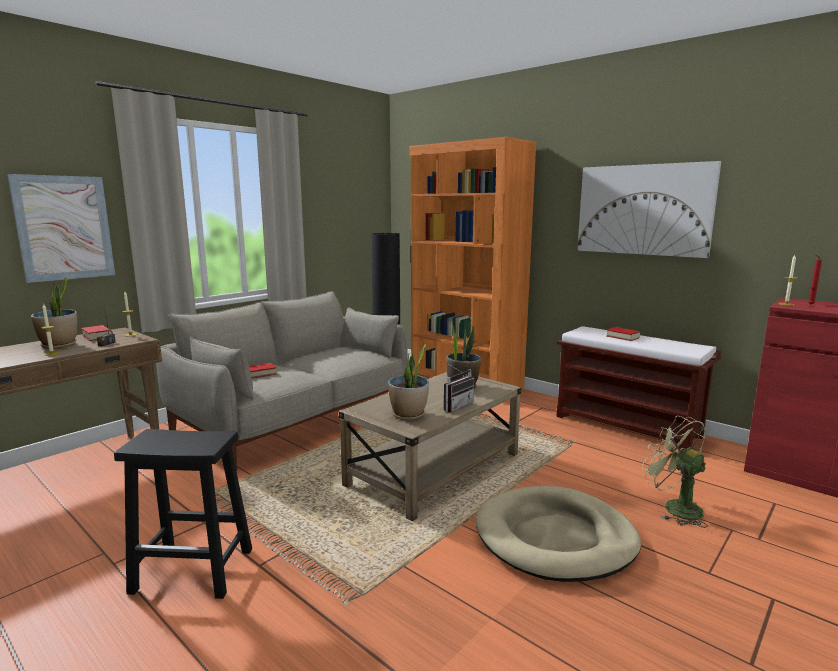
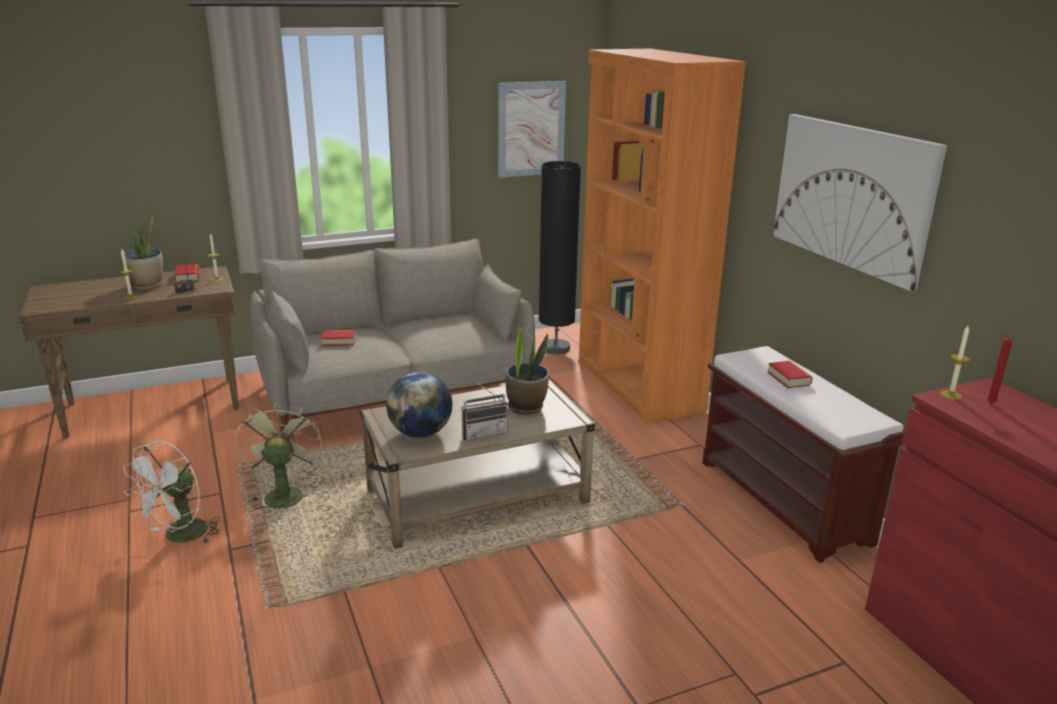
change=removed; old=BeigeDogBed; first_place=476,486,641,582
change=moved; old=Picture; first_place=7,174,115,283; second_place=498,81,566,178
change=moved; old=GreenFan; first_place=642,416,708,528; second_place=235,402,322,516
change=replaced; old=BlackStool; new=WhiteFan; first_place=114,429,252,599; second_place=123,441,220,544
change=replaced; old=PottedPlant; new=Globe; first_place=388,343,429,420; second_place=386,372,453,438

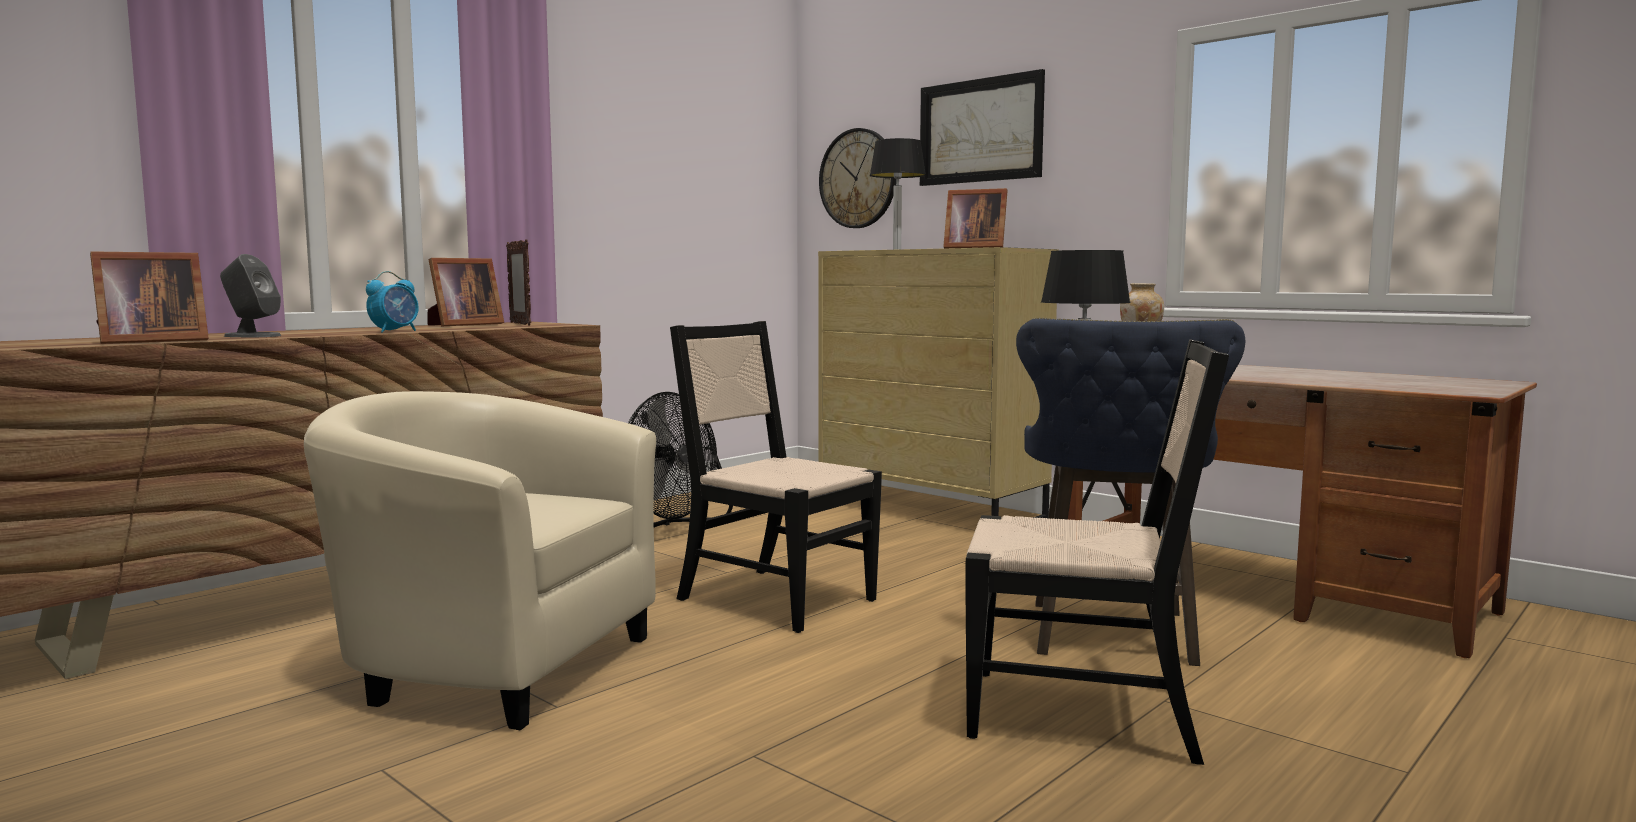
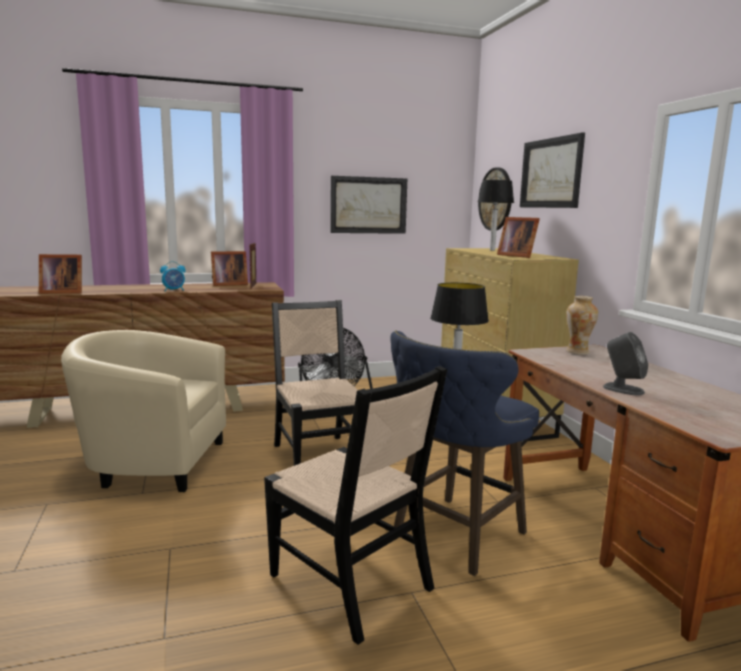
change=added; new=Picture; second_place=330,176,407,234
change=moved; old=GreySpeaker; first_place=220,254,281,337; second_place=603,332,648,396
change=turned; old=BeigeArmchair; first_place=304,391,656,731; second_place=61,330,226,492; degrees=-45

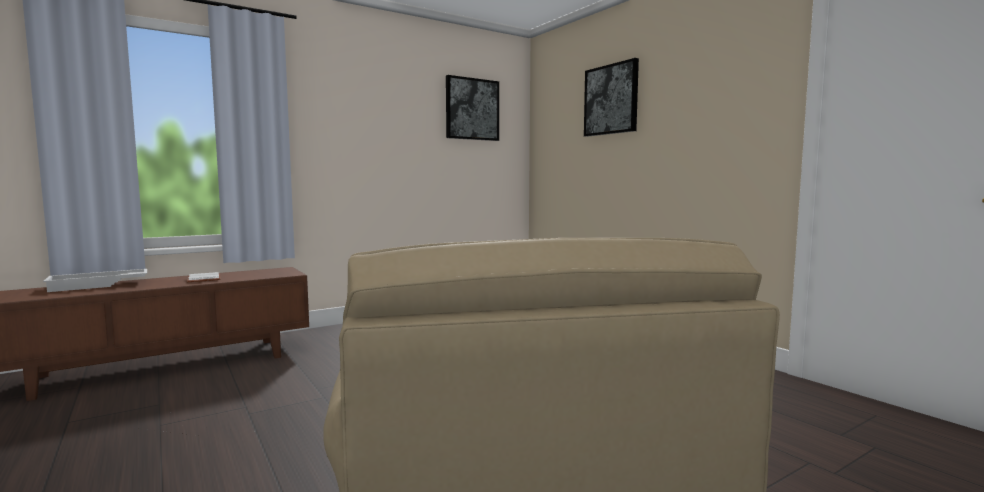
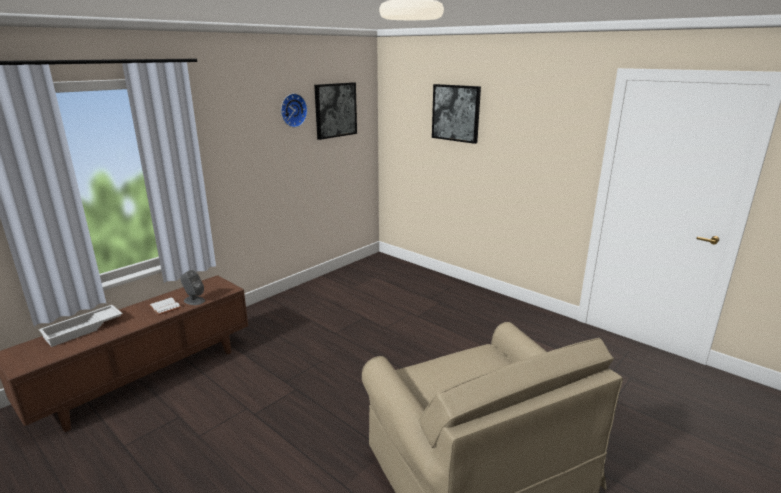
change=added; new=GreySpeaker; second_place=180,270,205,305
change=added; new=WallClock; second_place=281,93,308,127

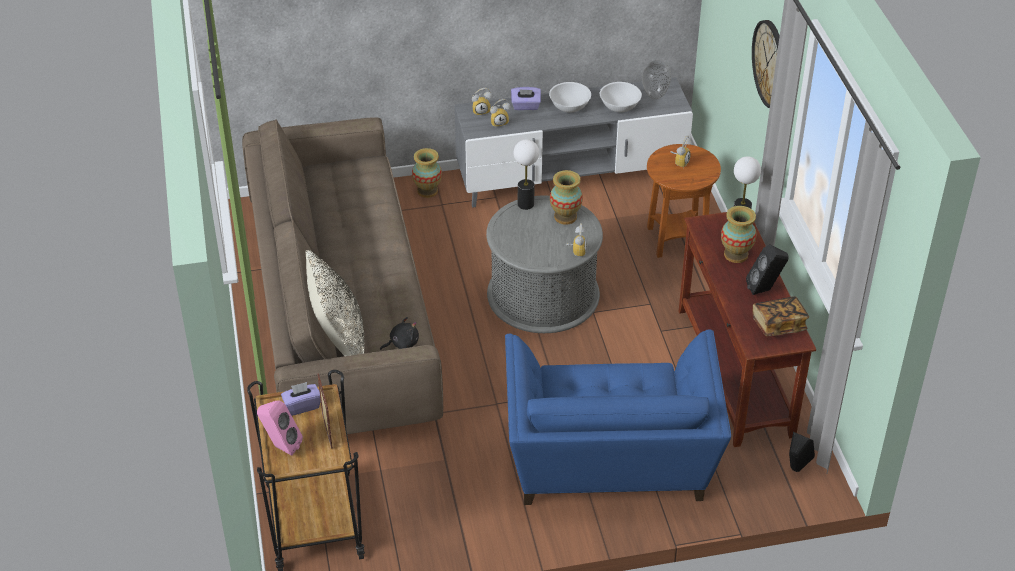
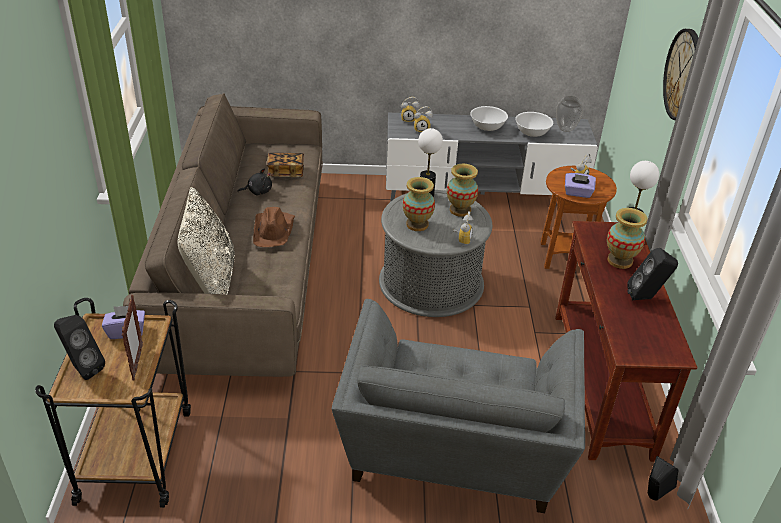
change=added; new=BrownHat; second_place=253,207,295,247
change=moved; old=BlackPlushToy; first_place=380,317,419,350; second_place=237,168,272,195
change=moved; old=Vase; first_place=412,148,442,198; second_place=403,177,435,231
change=moved; old=PurpleTissueBox; first_place=511,87,541,110; second_place=565,173,596,198
change=moved; old=Book; first_place=752,296,809,336; second_place=267,153,304,177
change=recoloured; old=PinkSpeaker; new=BlackSpeaker; first_place=257,400,303,456; second_place=54,315,105,380
change=recoloured; old=BlueArmchair; new=GreyArmchair; first_place=505,329,731,505; second_place=332,299,585,513

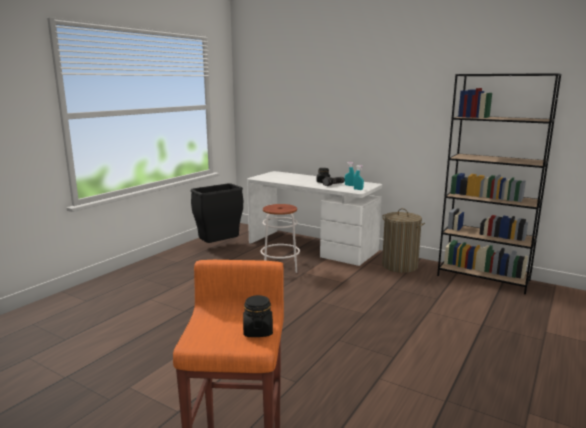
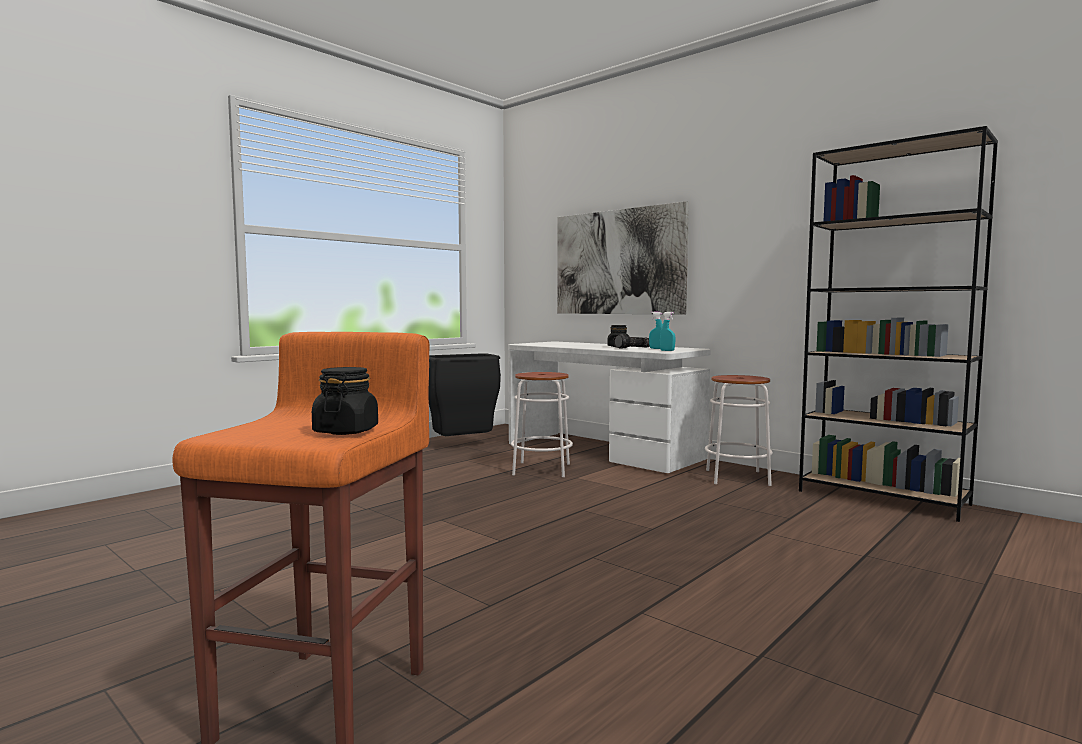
change=added; new=Picture; second_place=557,201,689,315
change=replaced; old=LaundryBasket; new=WhiteStool; first_place=382,208,425,273; second_place=705,375,773,486

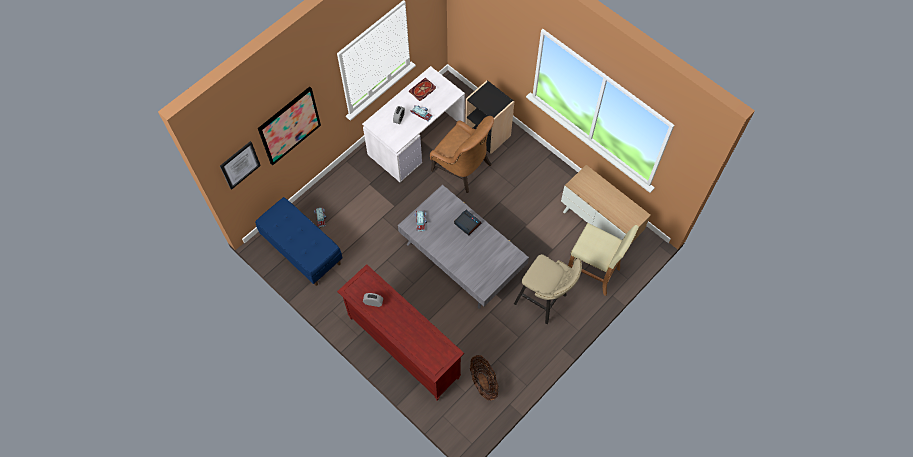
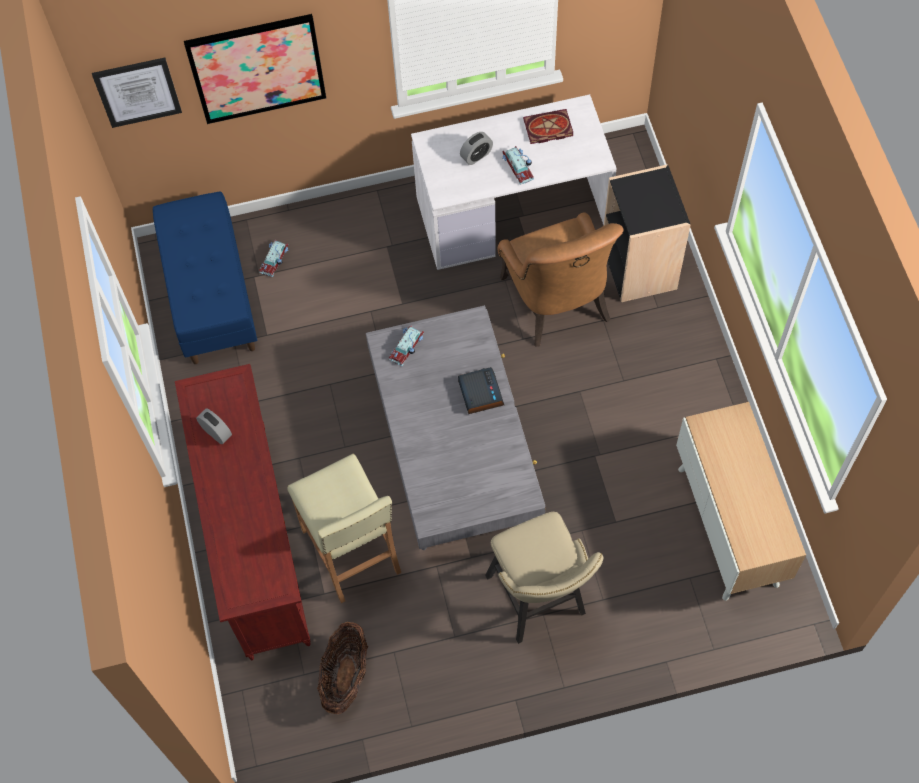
change=moved; old=BeigeStool; first_place=568,223,639,296; second_place=287,454,401,603

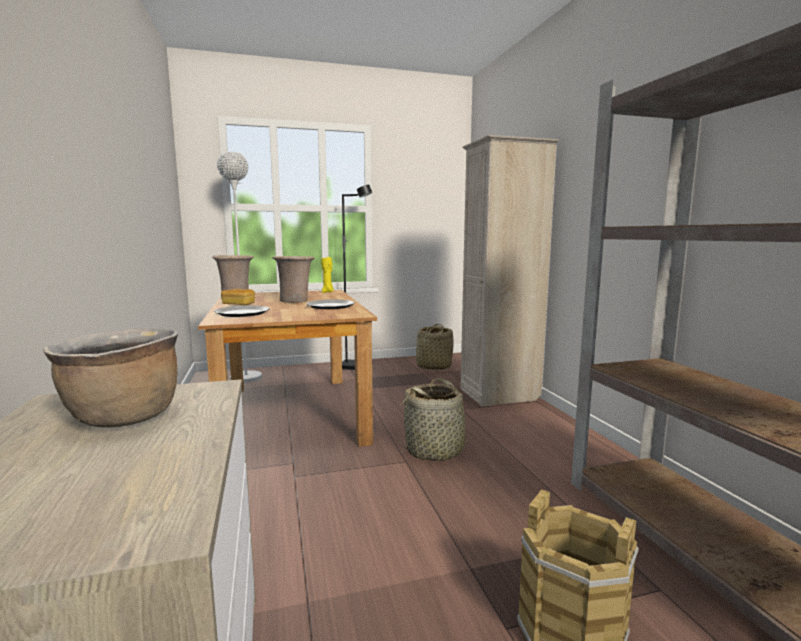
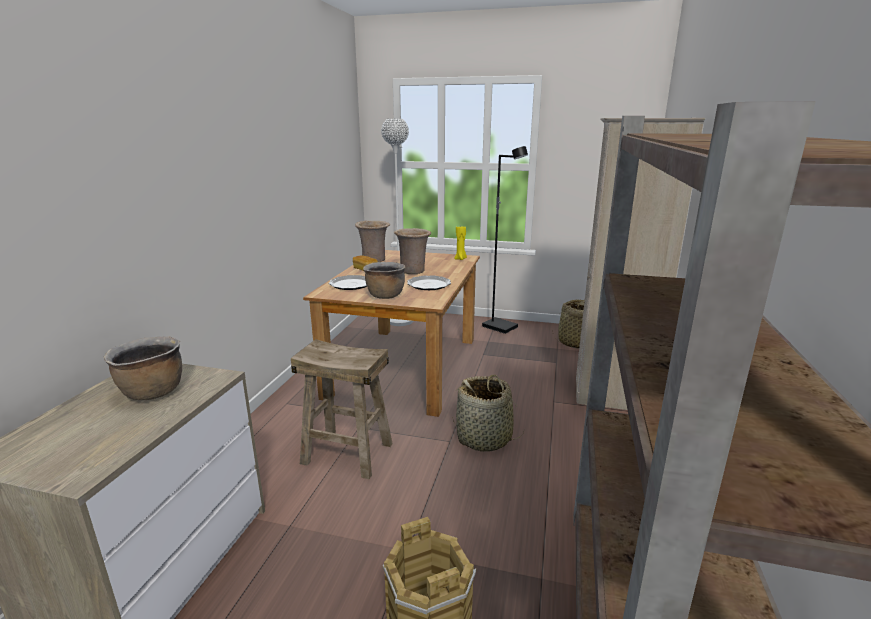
change=added; new=BeigeStool; second_place=291,339,393,479
change=added; new=BrownCookingPot; second_place=363,262,405,299

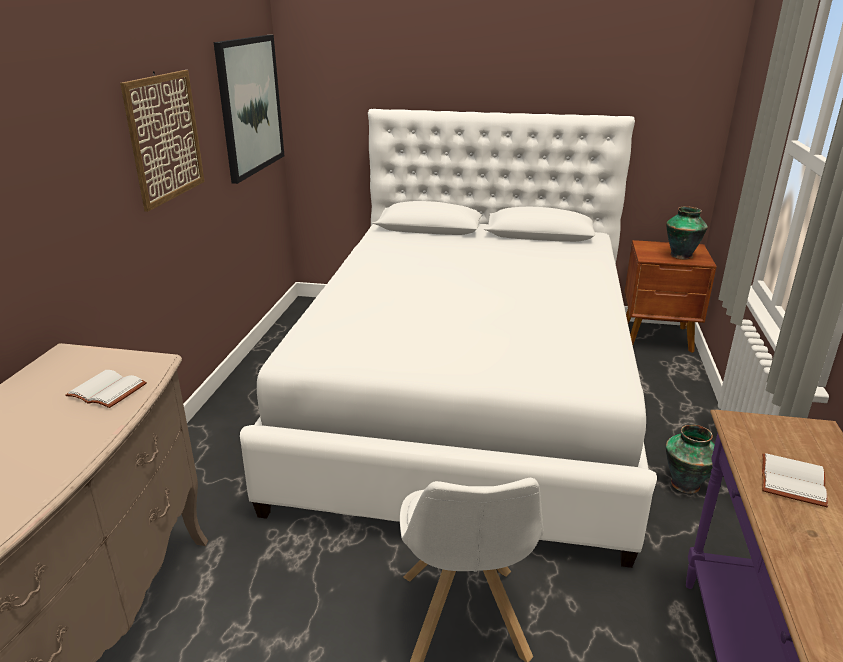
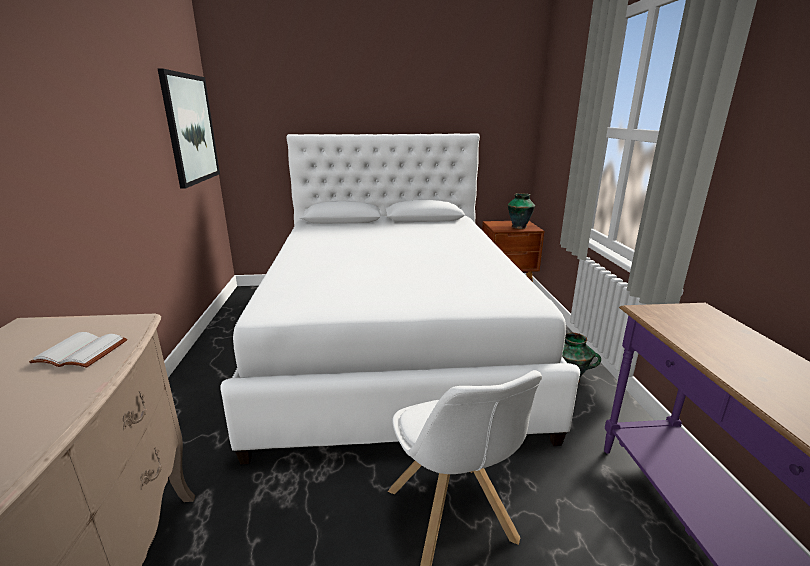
change=removed; old=Picture; first_place=120,70,205,212
change=removed; old=WhiteBook; first_place=762,453,828,507

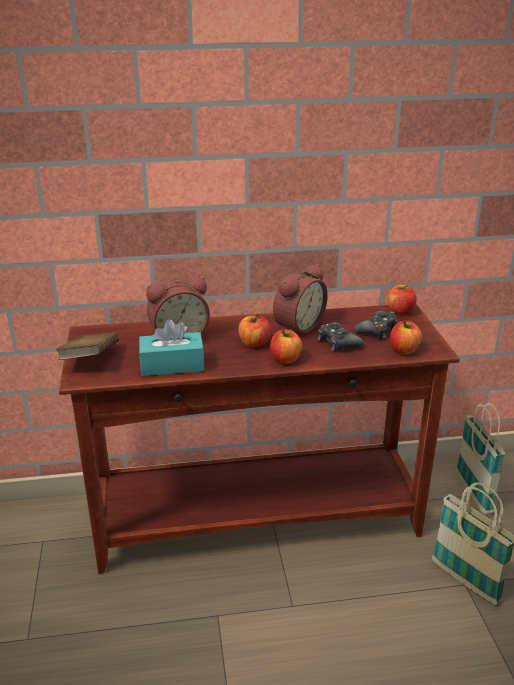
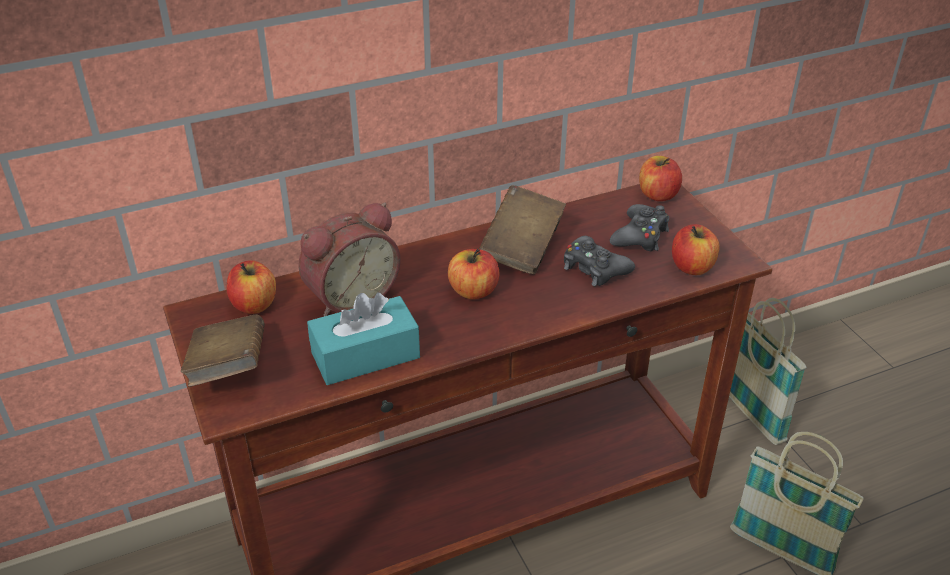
change=moved; old=Apple; first_place=270,329,302,364; second_place=226,260,276,314
change=replaced; old=AlarmClock; new=BrownBook; first_place=273,264,328,334; second_place=479,185,566,274

